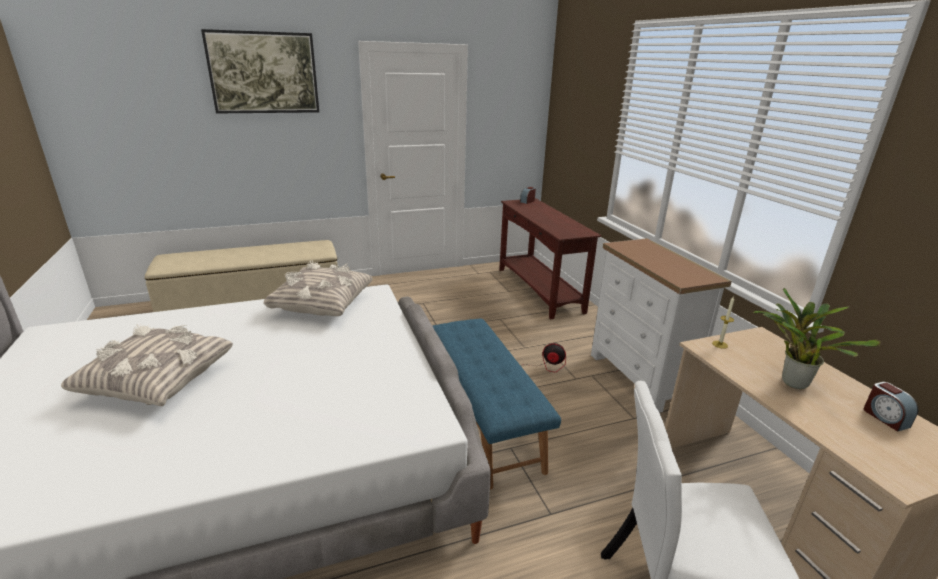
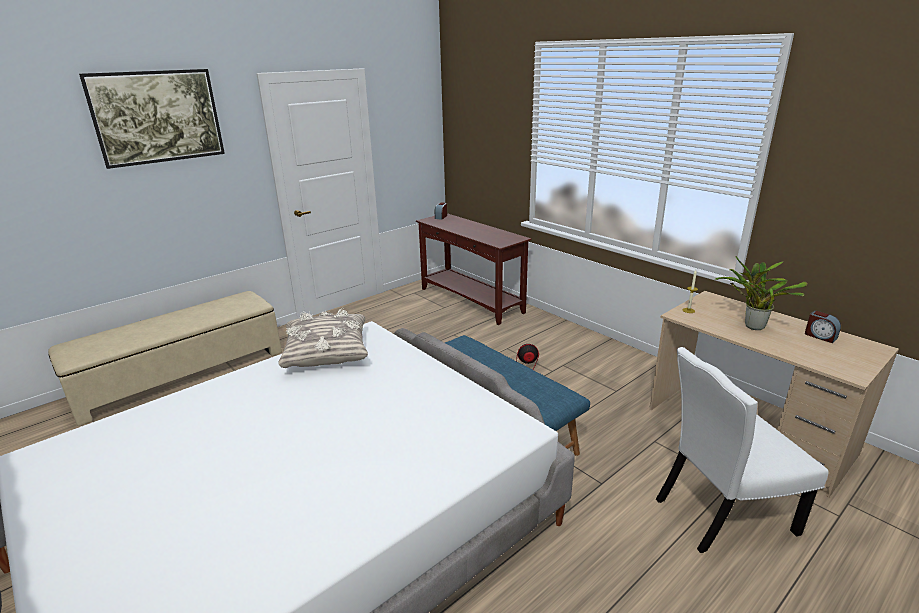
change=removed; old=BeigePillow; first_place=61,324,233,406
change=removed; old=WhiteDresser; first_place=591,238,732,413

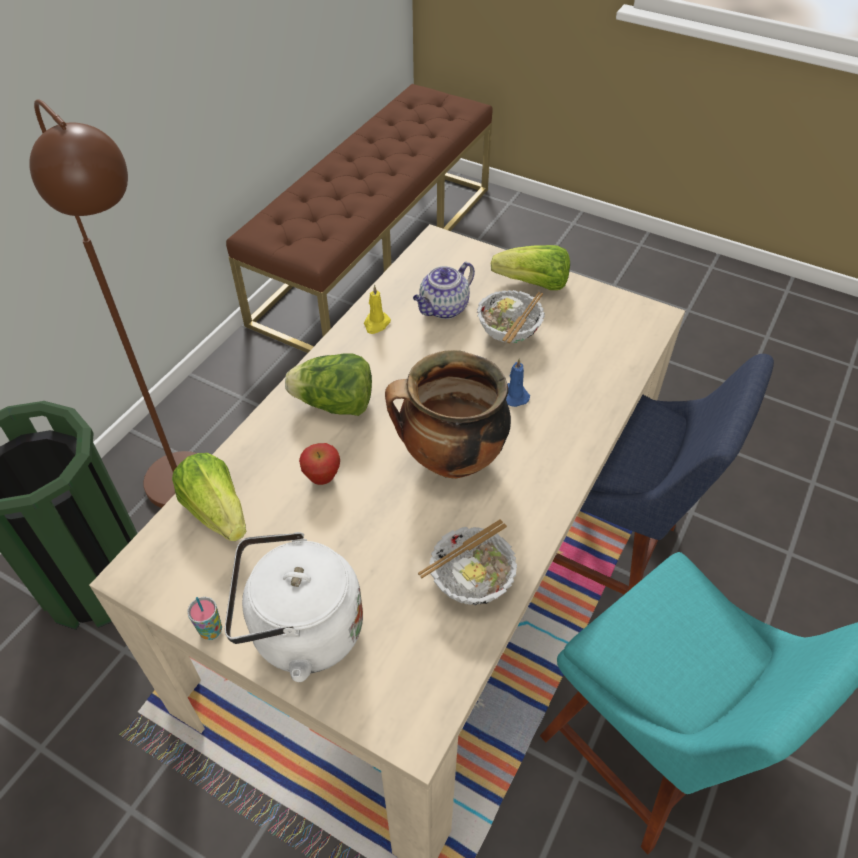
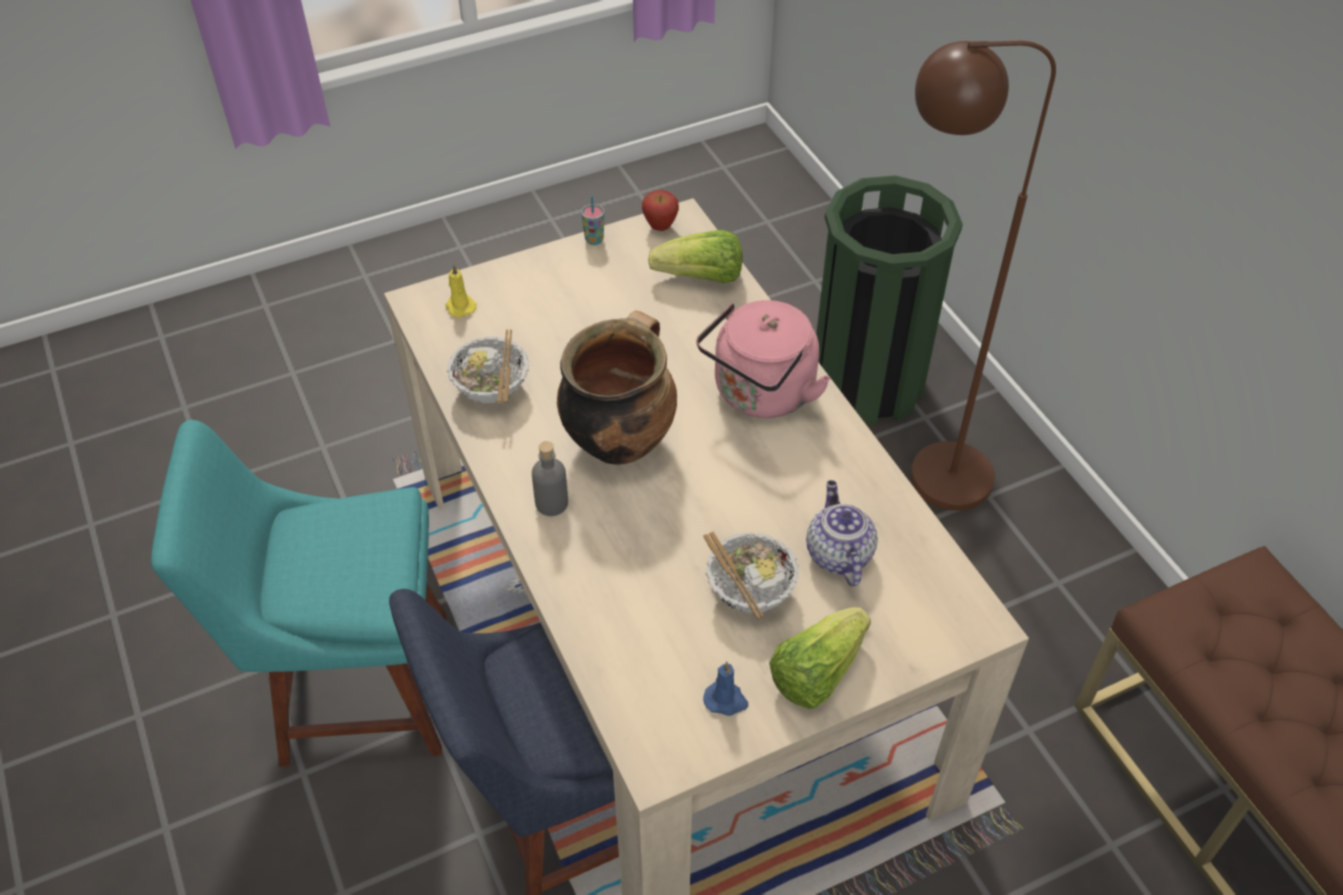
change=removed; old=WhiteKettle; first_place=225,532,363,682
change=added; new=GreyBottle; second_place=532,441,568,516
change=moved; old=Apple; first_place=299,443,340,485; second_place=642,190,679,231
change=moved; old=YellowCandle; first_place=364,285,391,334; second_place=445,264,477,318
change=moved; old=BlueCandle; first_place=506,358,530,407; second_place=703,661,749,716
change=replaced; old=Lettuce; new=PinkKettle; first_place=285,353,372,416; second_place=697,300,831,418

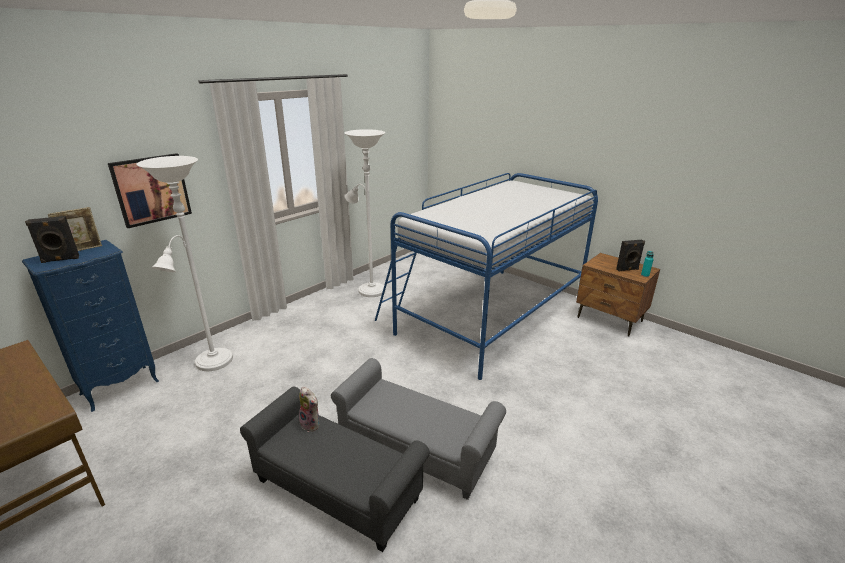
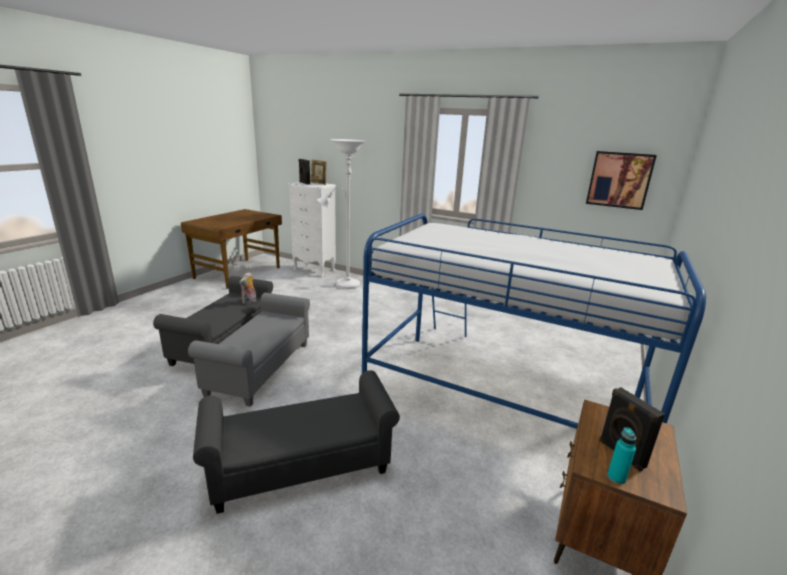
change=removed; old=WhiteFloorLamp; first_place=344,129,386,297
change=added; new=GreyOttoman; second_place=193,370,400,514
change=moved; old=Picture; first_place=108,153,192,228; second_place=586,151,657,210
change=recoloured; old=BlueDresser; new=WhiteDresser; first_place=22,240,159,412; second_place=288,182,336,277

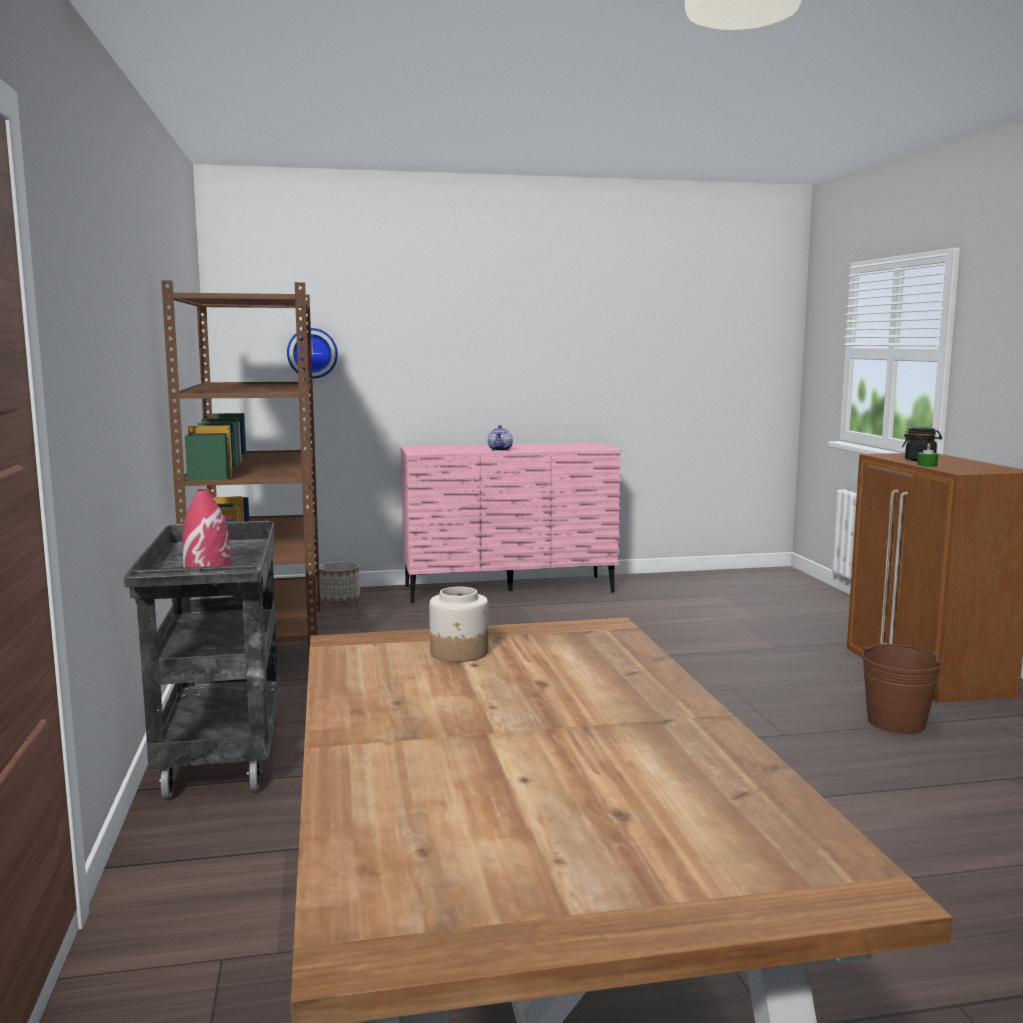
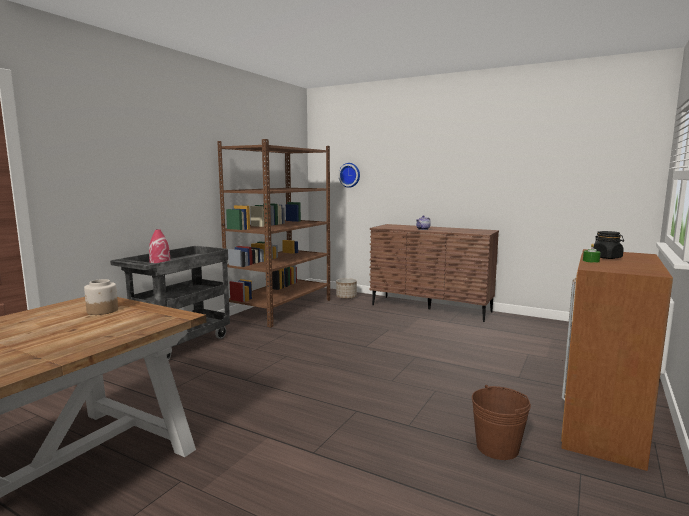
change=recoloured; old=PinkDresser; new=BrownDresser; first_place=400,442,622,603; second_place=369,224,499,322

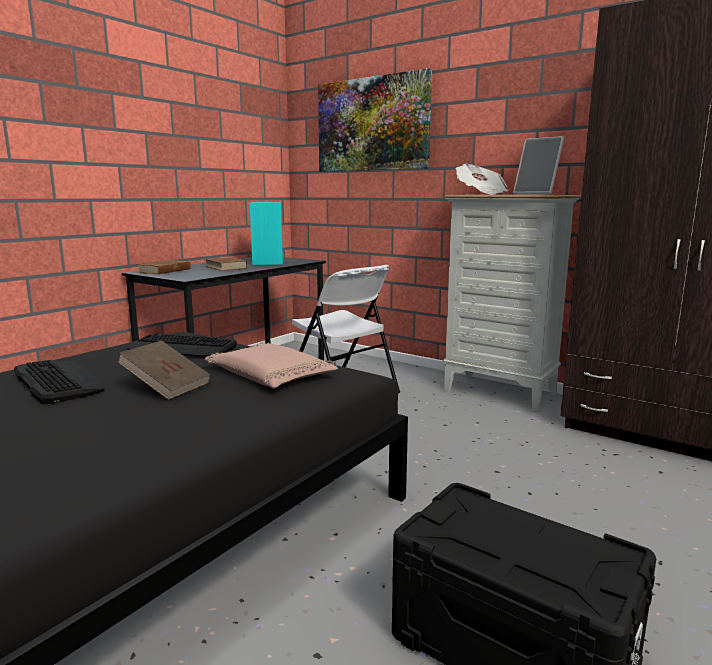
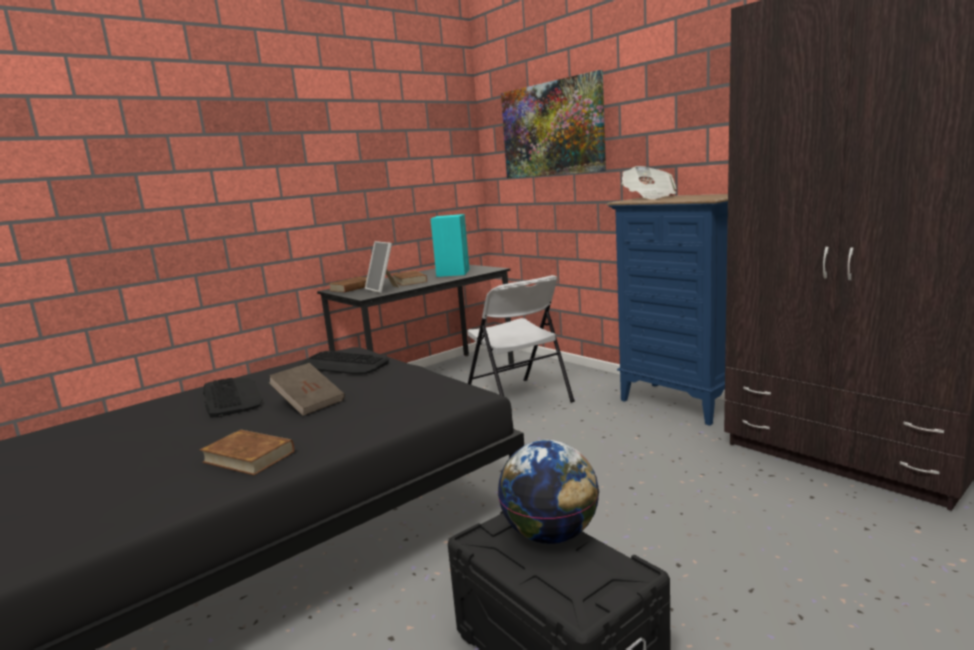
change=removed; old=BeigePillow; first_place=205,343,338,389
change=added; new=BrownBook; second_place=200,430,294,475
change=added; new=Globe; second_place=498,440,599,544
change=moved; old=PictureFrame; first_place=513,136,564,194; second_place=365,241,400,293
change=recoloured; old=WhiteDresser; new=BlueDresser; first_place=442,195,582,412; second_place=607,194,728,426

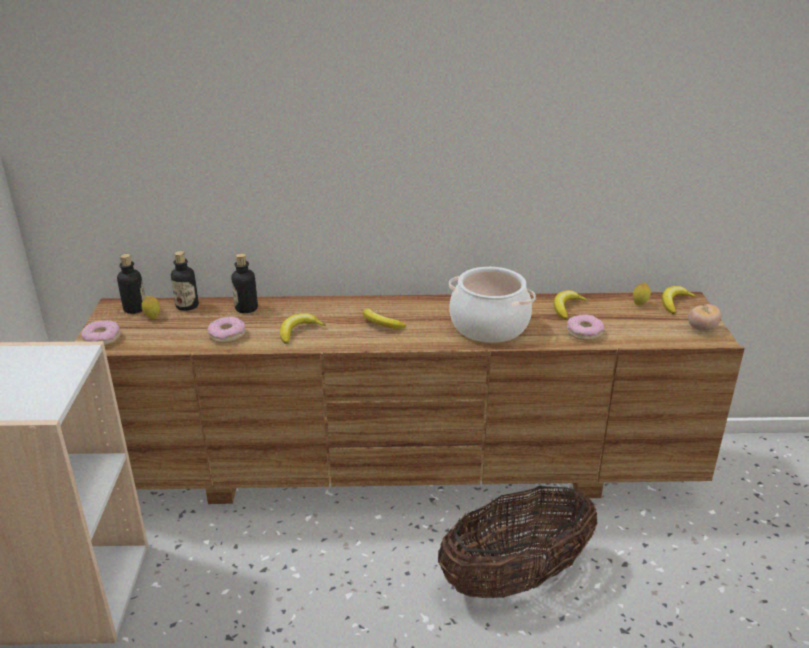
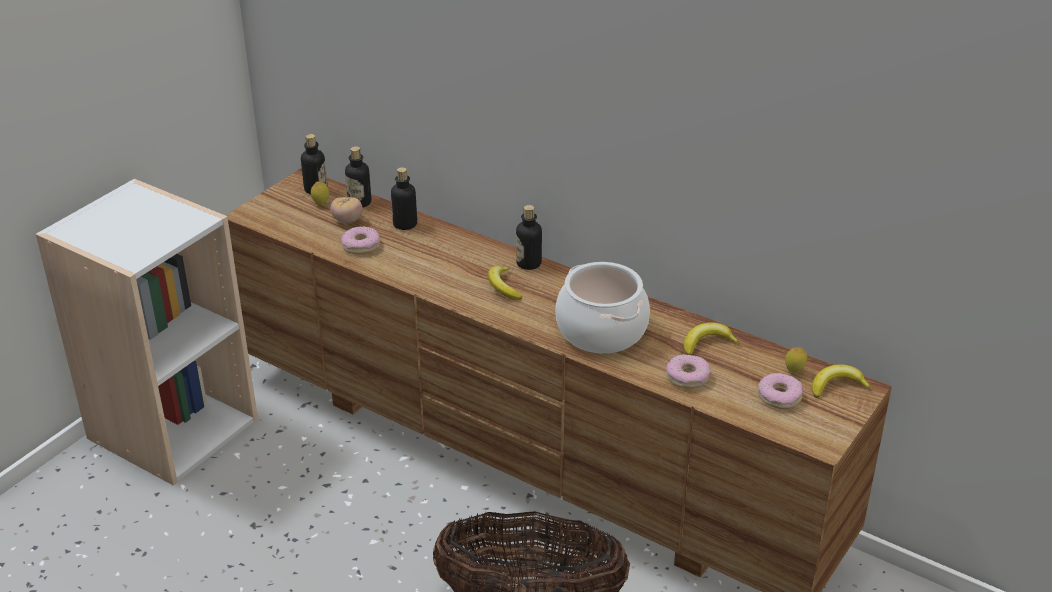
change=removed; old=Banana; first_place=280,313,326,344
change=added; new=Bottle; second_place=516,205,542,270
change=moved; old=Donut; first_place=81,320,121,346; second_place=758,373,803,409
change=moved; old=Tomato; first_place=688,304,721,331; second_place=330,197,363,223

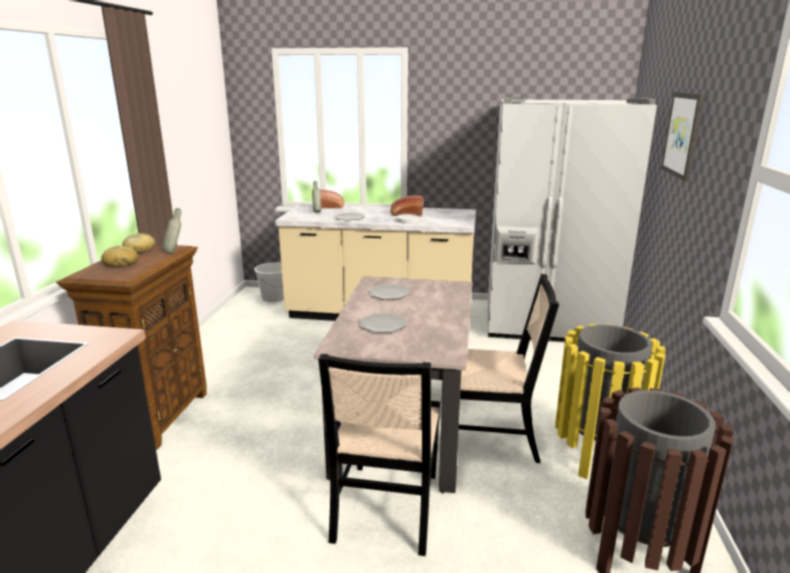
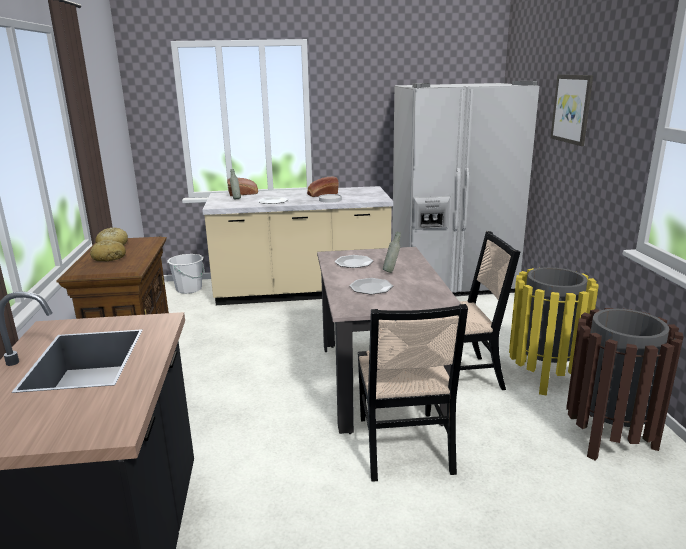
change=moved; old=GreyBottle; first_place=162,208,181,253; second_place=383,232,401,273

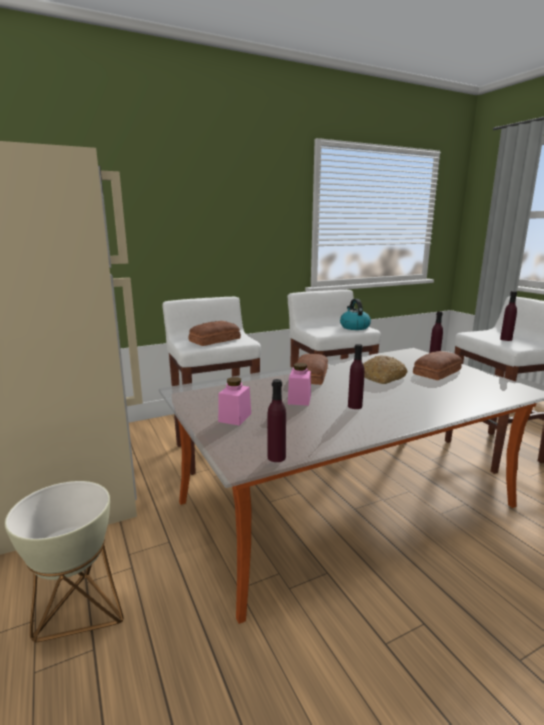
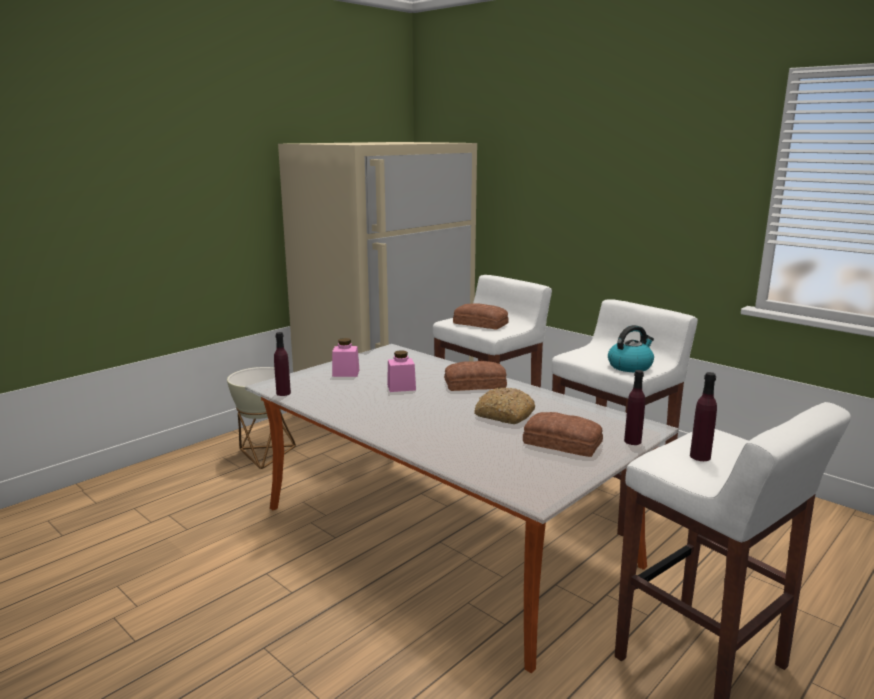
change=removed; old=PurpleBottle; first_place=348,344,365,409

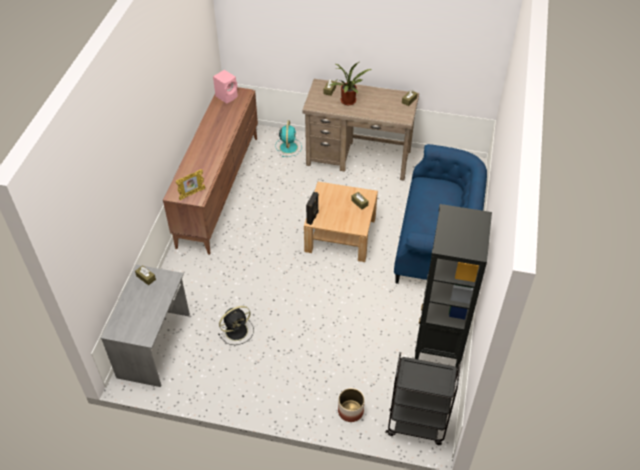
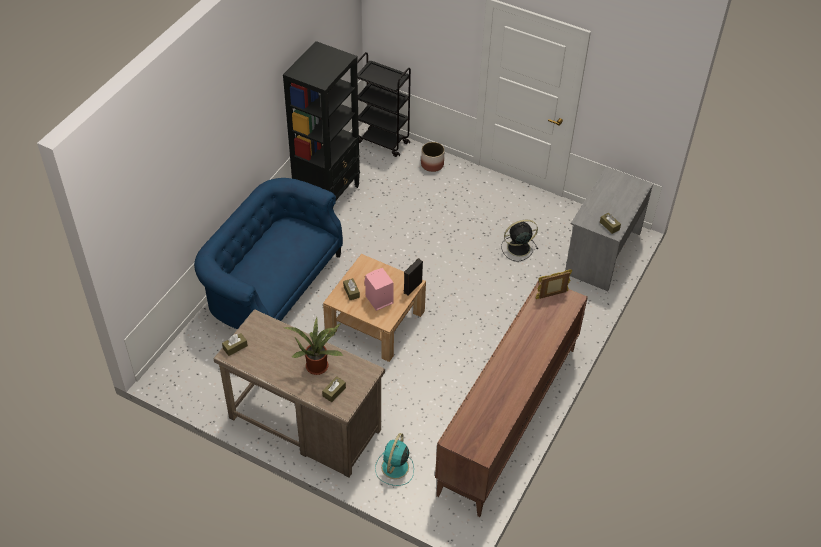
change=moved; old=PinkSpeaker; first_place=213,70,238,104; second_place=365,268,394,311

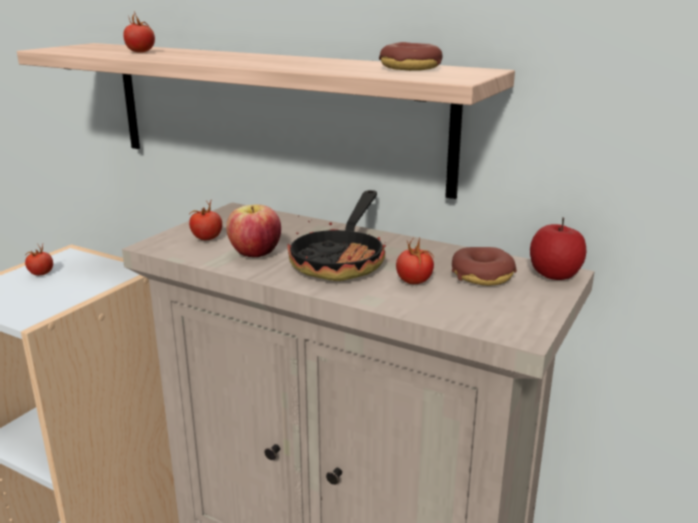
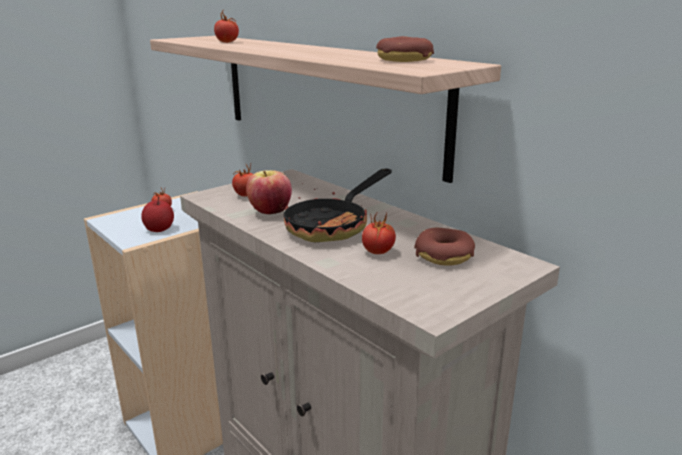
change=moved; old=Apple; first_place=530,217,586,280; second_place=141,197,174,232

